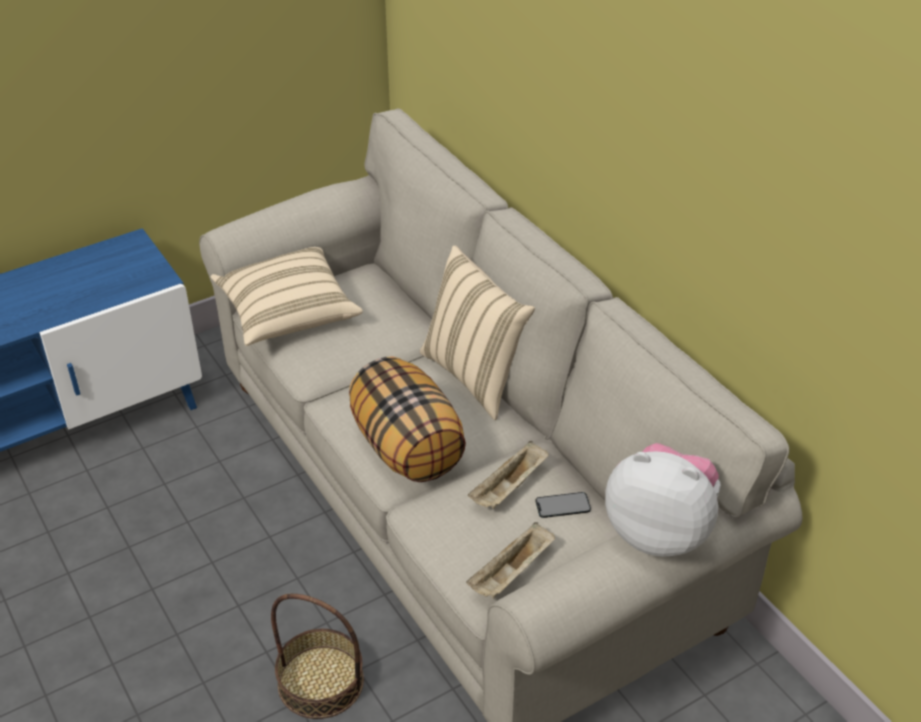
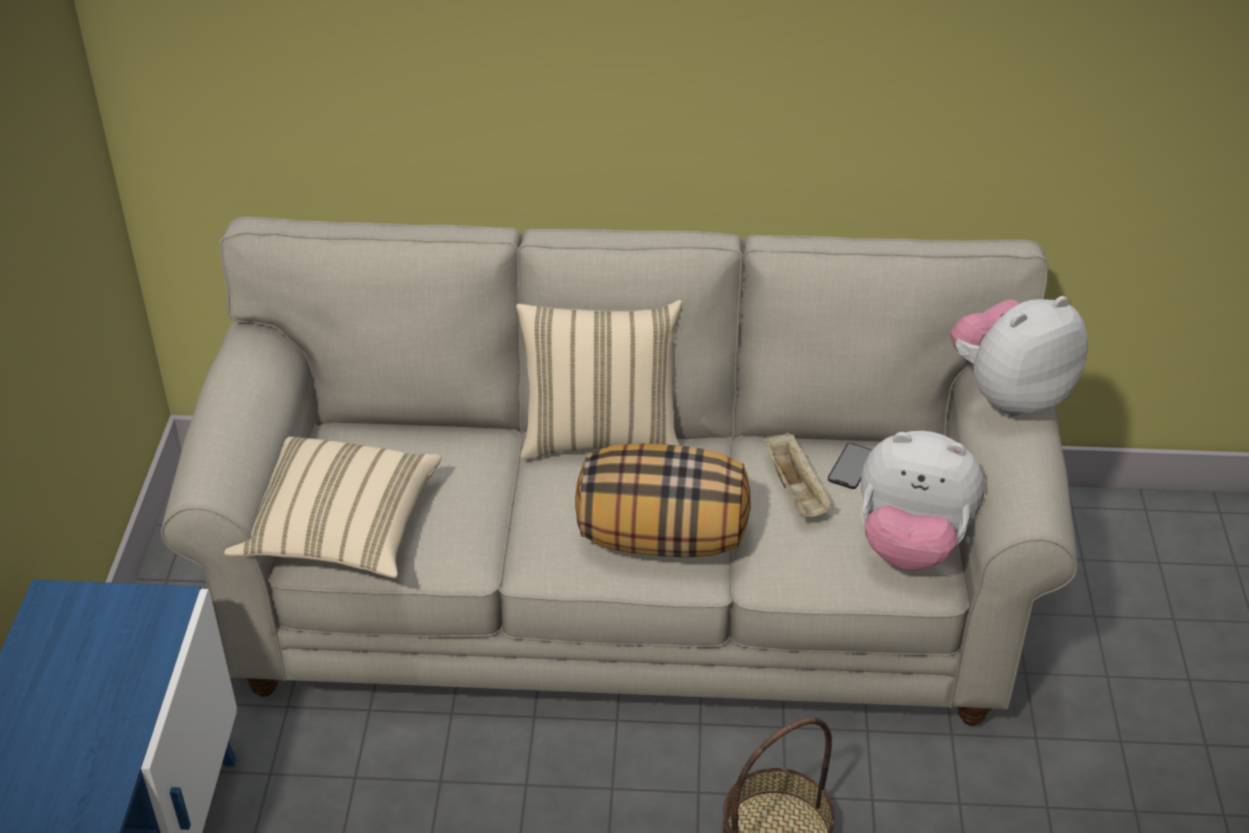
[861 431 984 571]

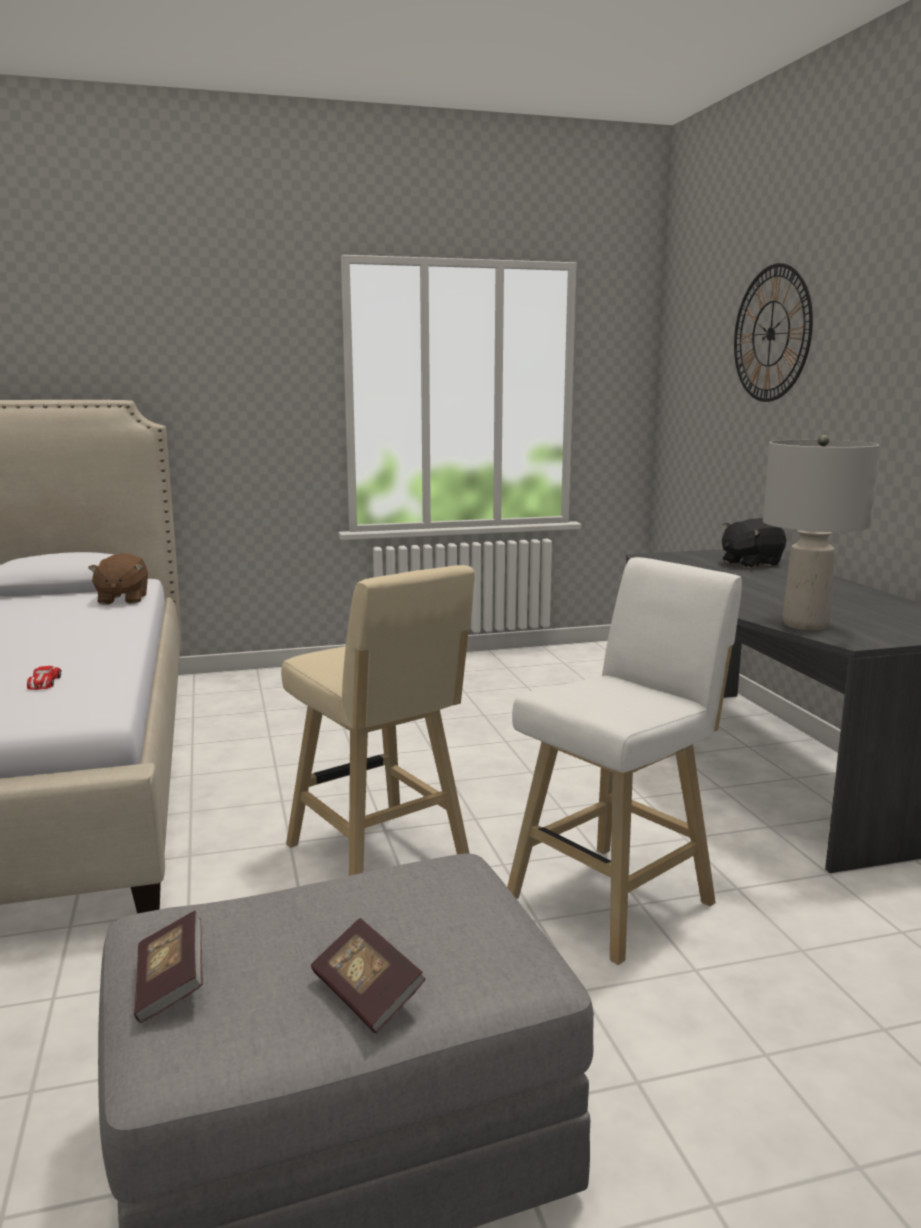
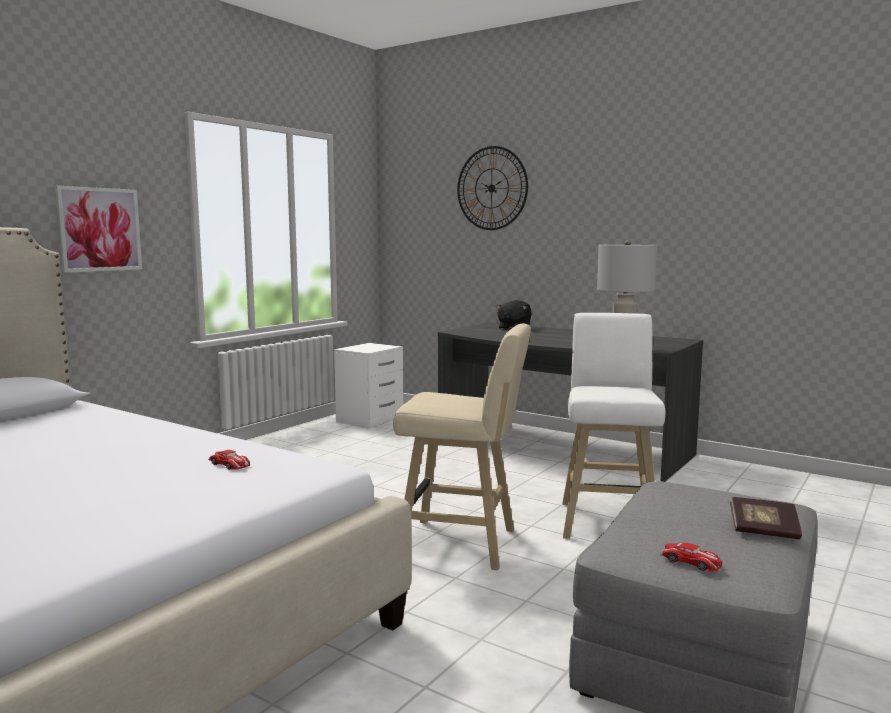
[88 553 148 605] (first image)
[55 186 142 273]
[334 343 403 428]
[660 543 723 571]

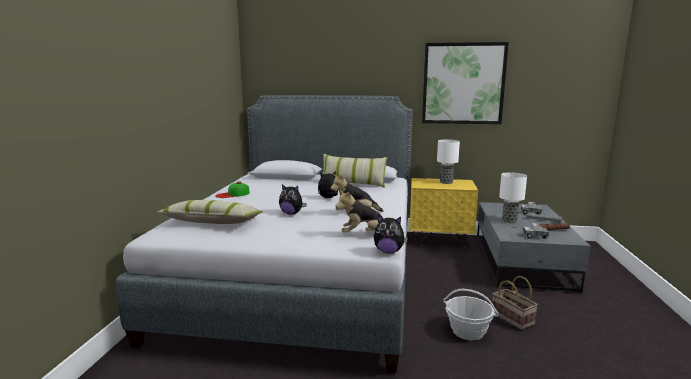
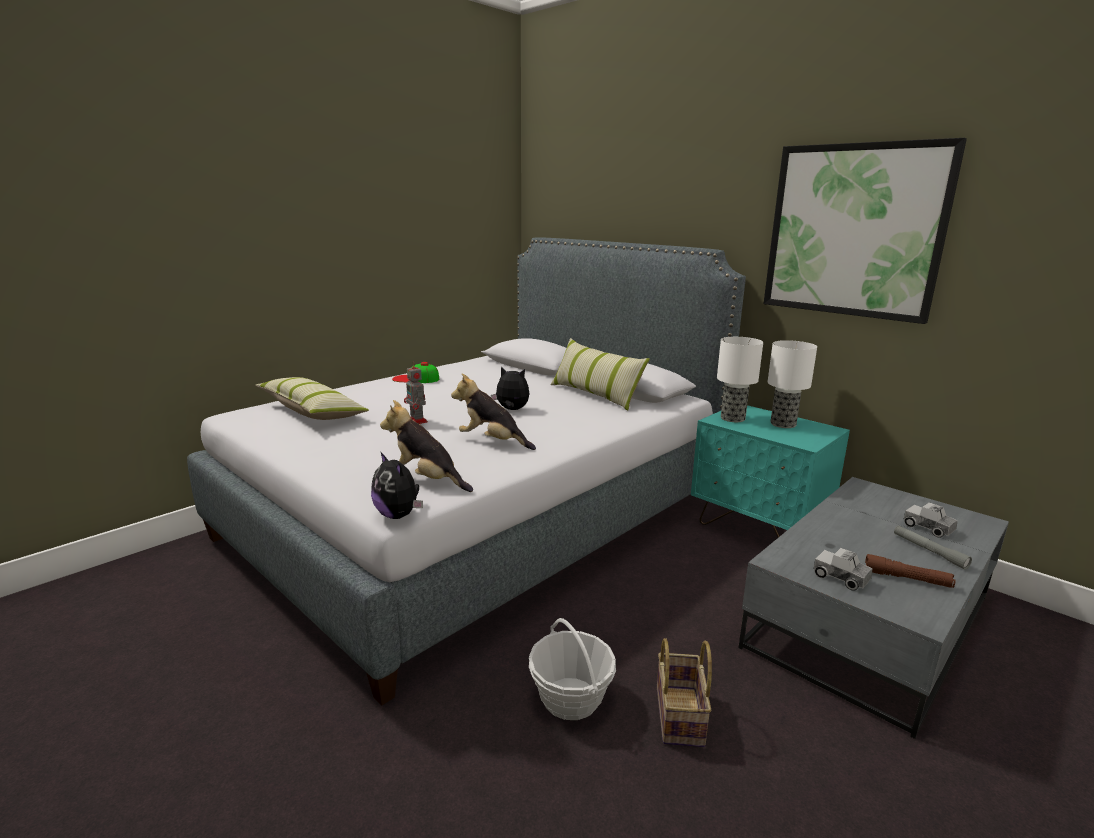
[717 337 763 422]
[404 361 428 424]
[691 405 850 538]

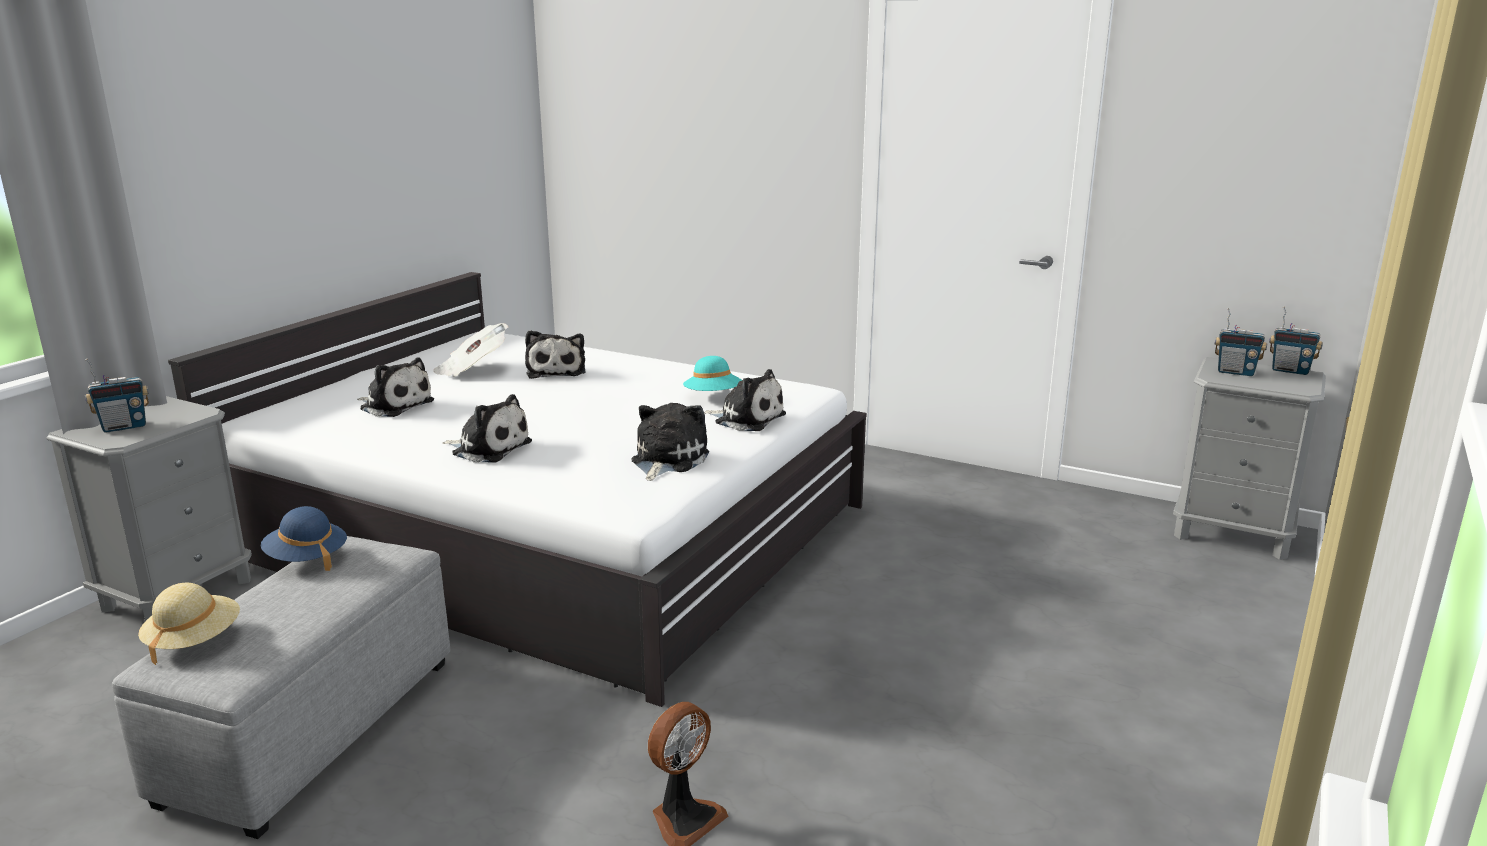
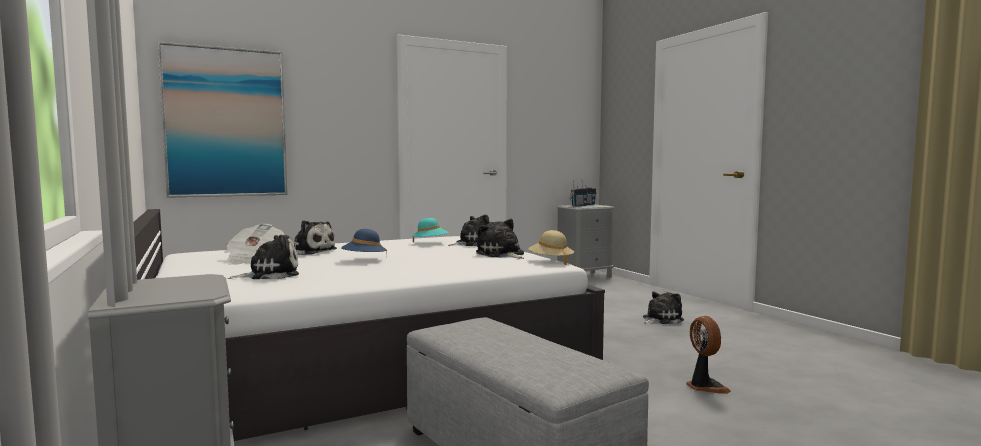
[85 359 149 433] (first image)
[158 42 287 198]
[528 230 574 265]
[341 229 387 253]
[643 292 684 324]

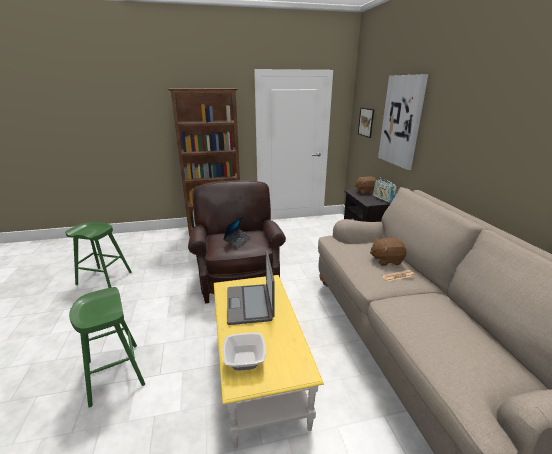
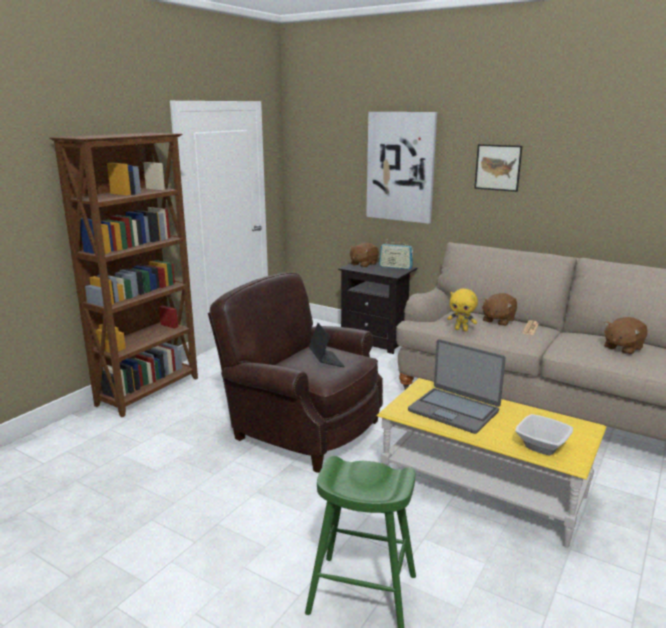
[65 222 132 288] (first image)
[447 289 478 331]
[604 317 647 355]
[474 144 522 192]

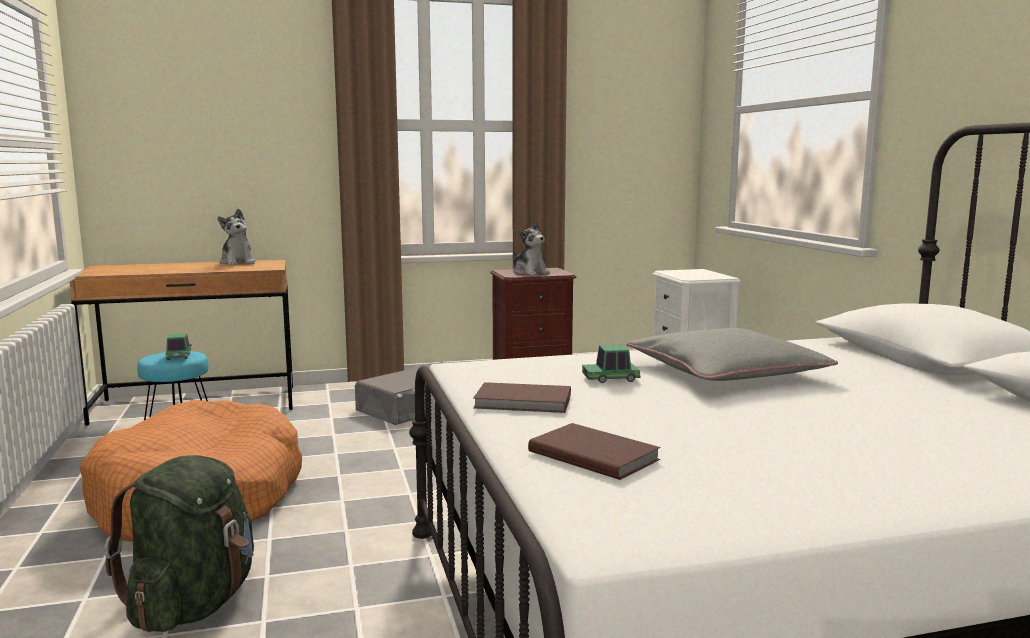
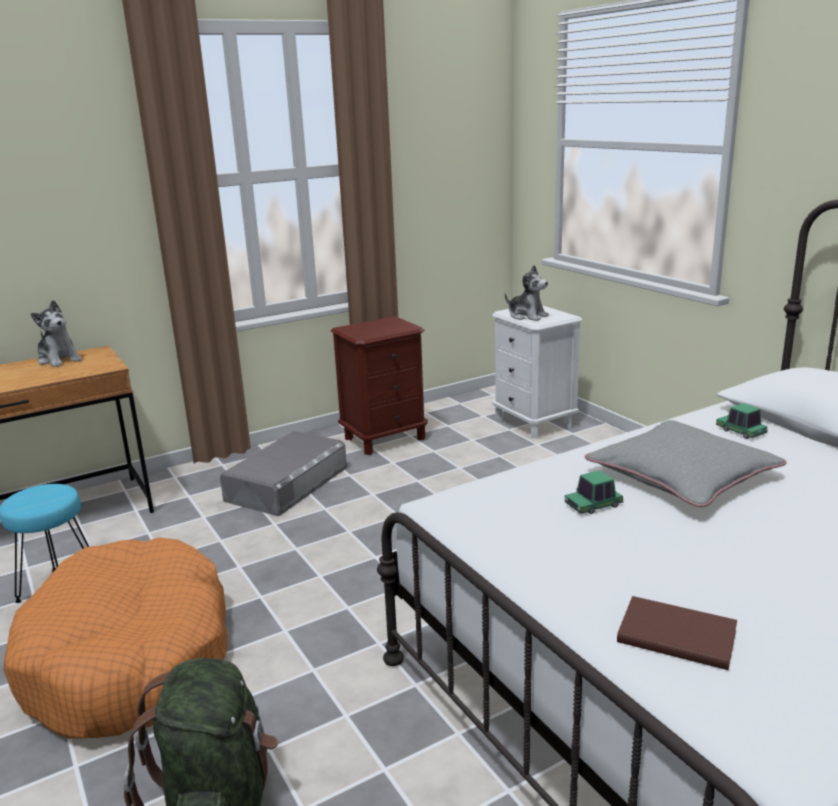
[473 382 571 413] (first image)
[716 403 767 439]
[505 265 549 321]

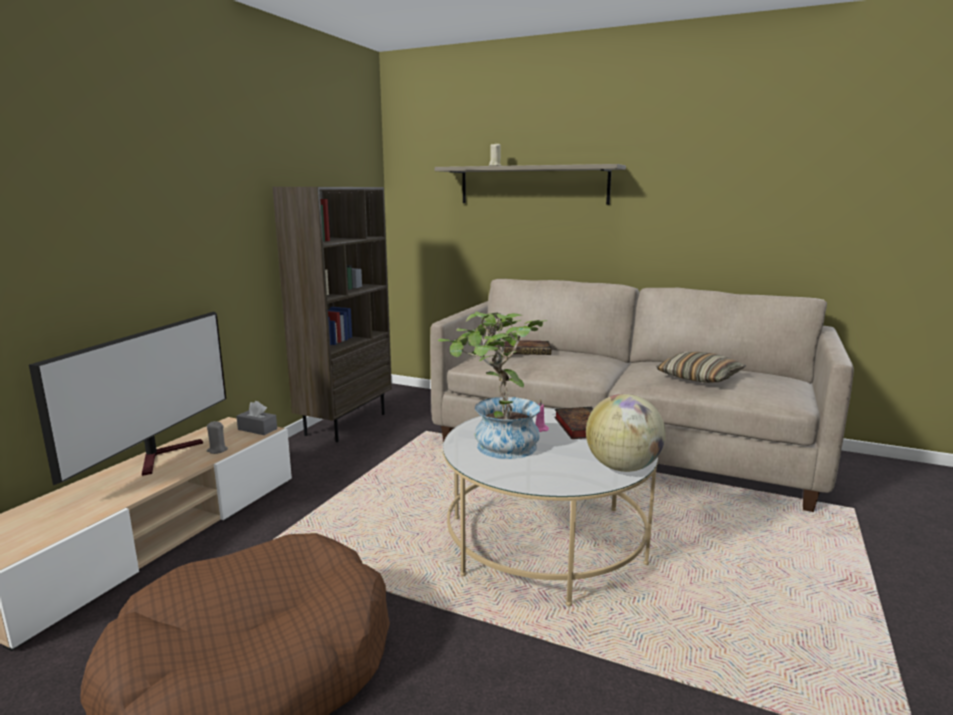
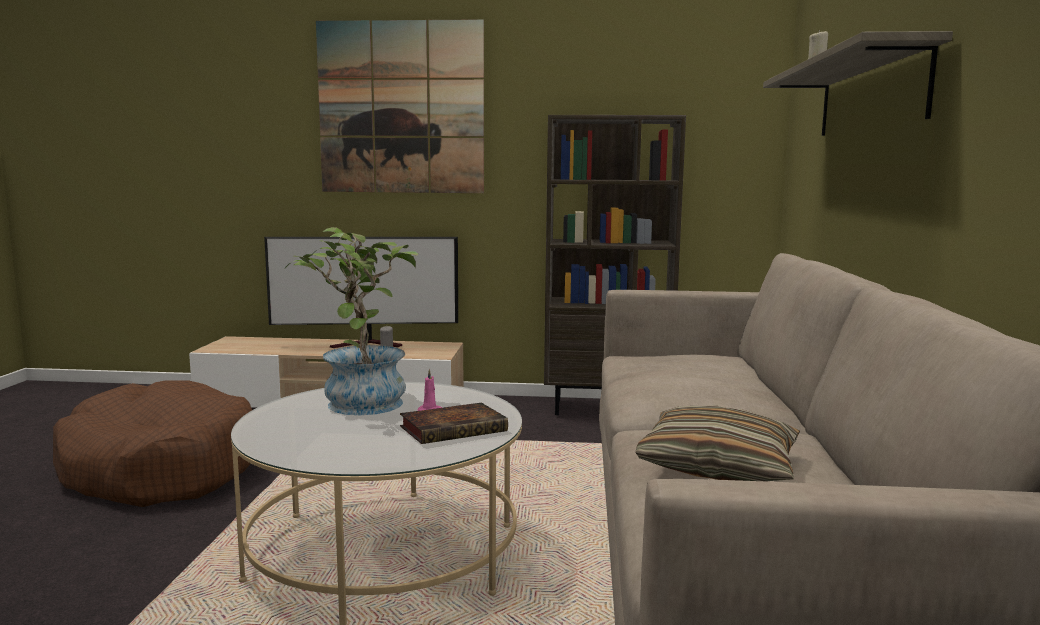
[236 401 277 435] (first image)
[504 340 551 355] (first image)
[586 394 666 472] (first image)
[316 19 484 193]

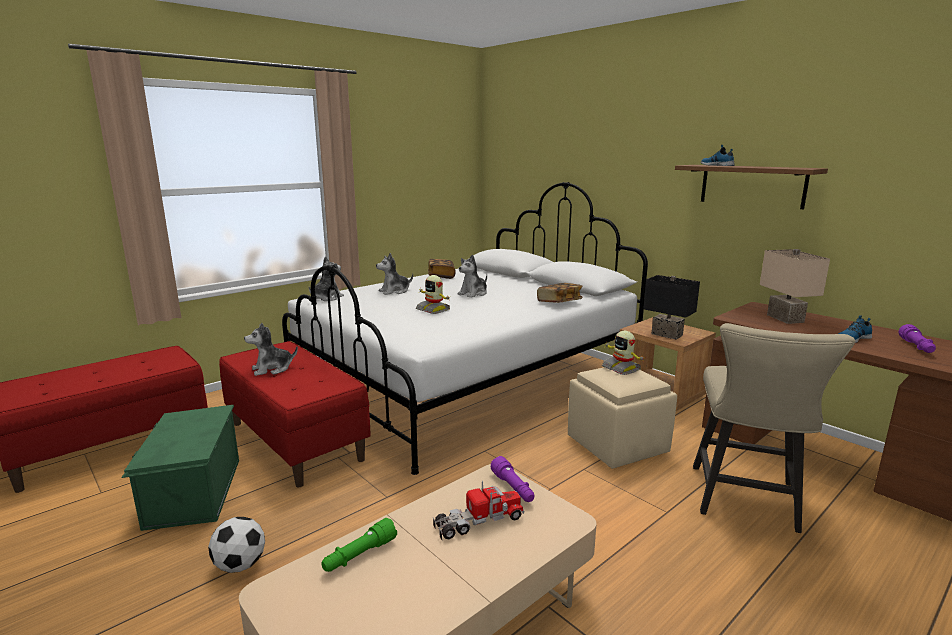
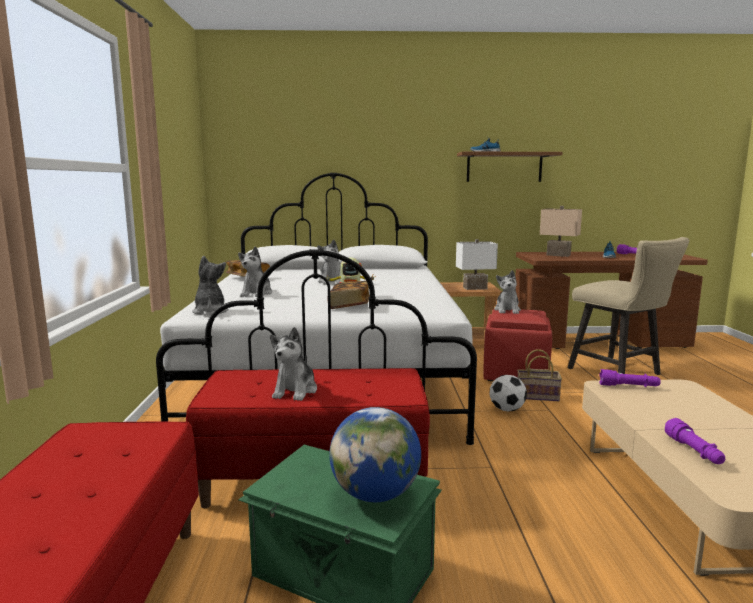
[433 481 524 540] (first image)
[329 407 421 502]
[517 349 562 401]
[489 375 527 412]
[327 281 370 309]
[494 270 521 314]
[665 418 725 464]
[484 309 552 381]
[456 239 498 290]

